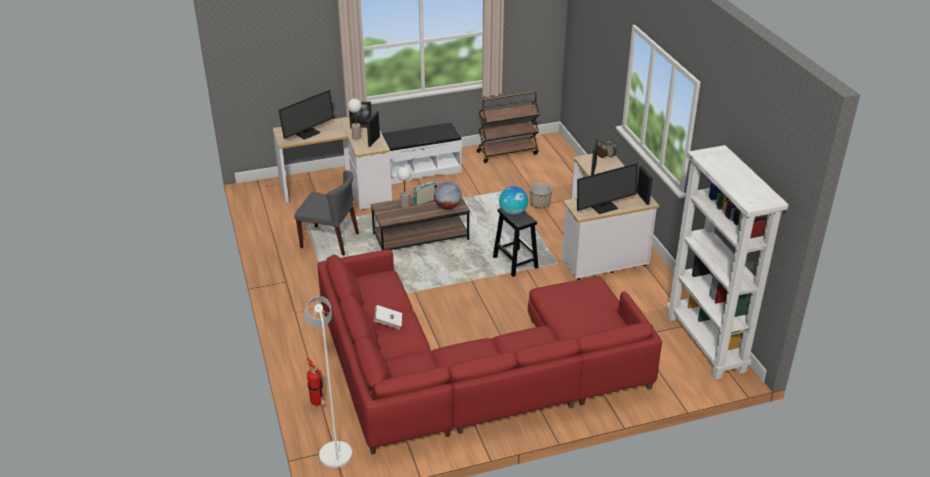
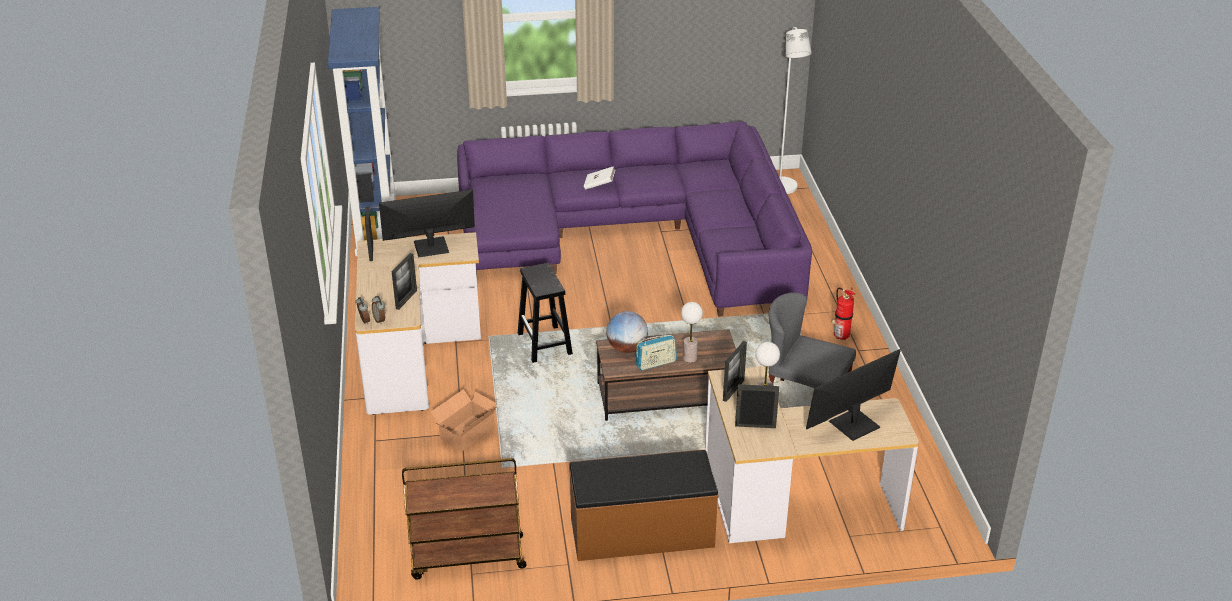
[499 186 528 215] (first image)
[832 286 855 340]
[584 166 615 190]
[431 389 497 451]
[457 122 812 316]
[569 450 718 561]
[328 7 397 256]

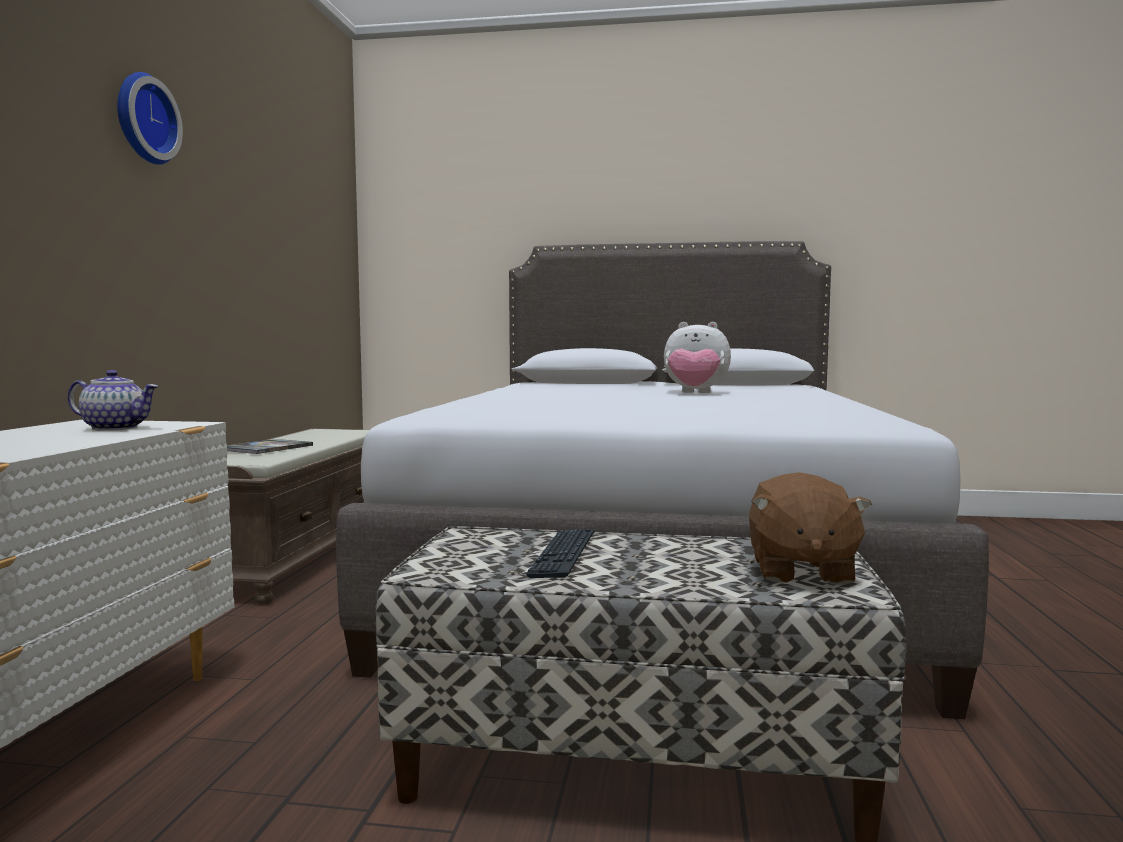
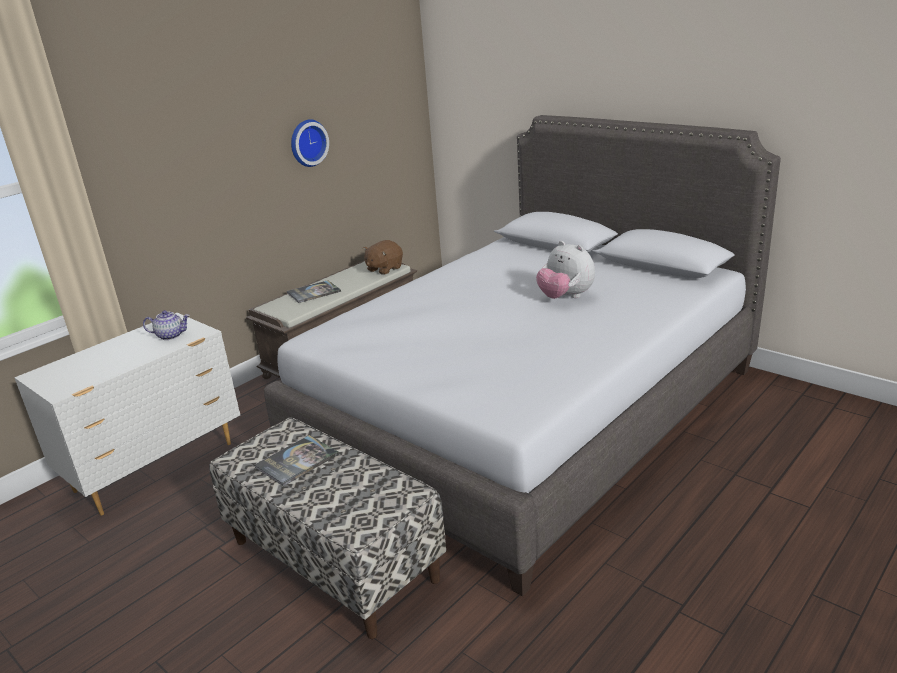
[291 119 329 167]
[363 240 403 275]
[255 435 339 486]
[143 310 190 340]

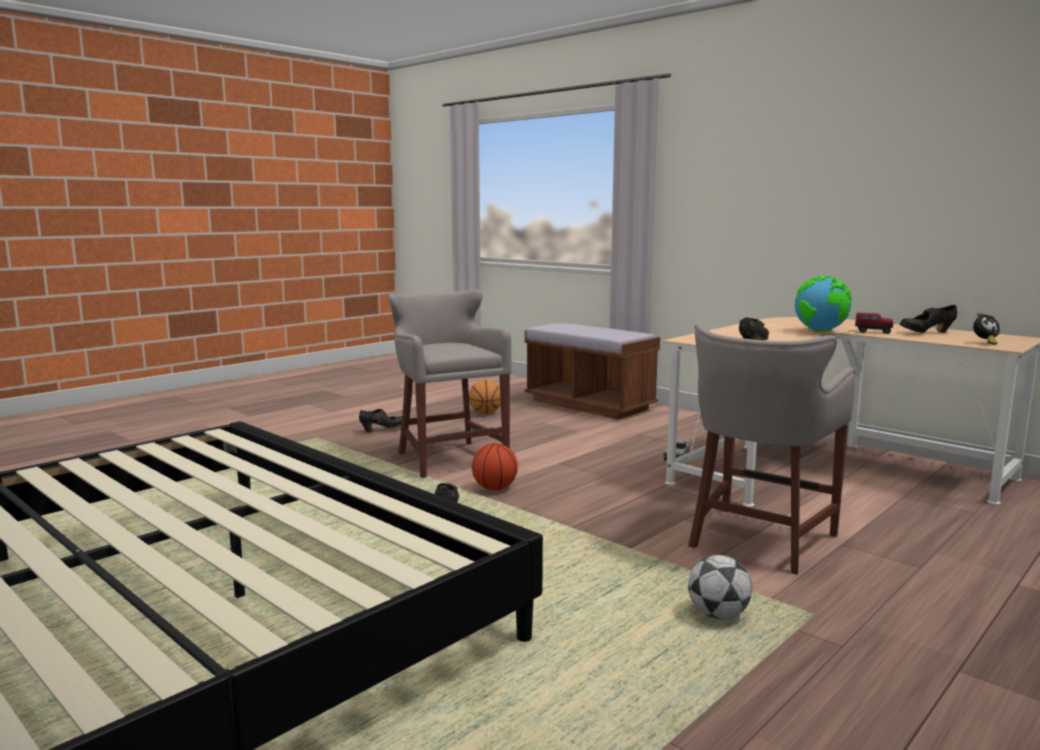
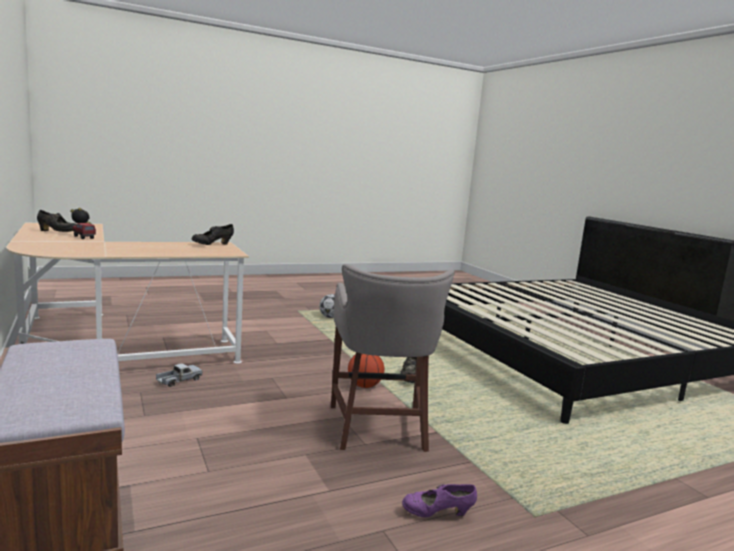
[469 380 501 414] (first image)
[688 324 855 575] (first image)
[795 276 852 332] (first image)
[402 484 477 518]

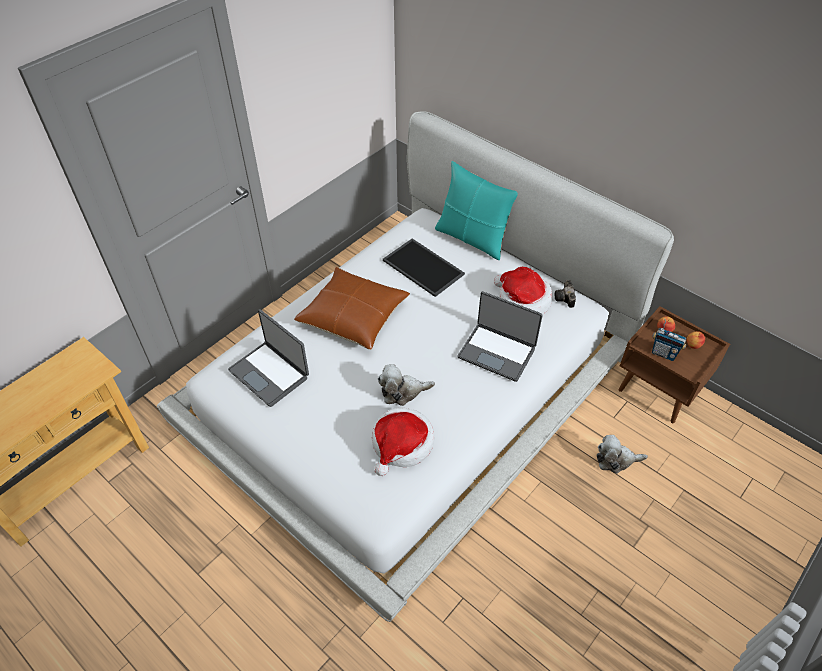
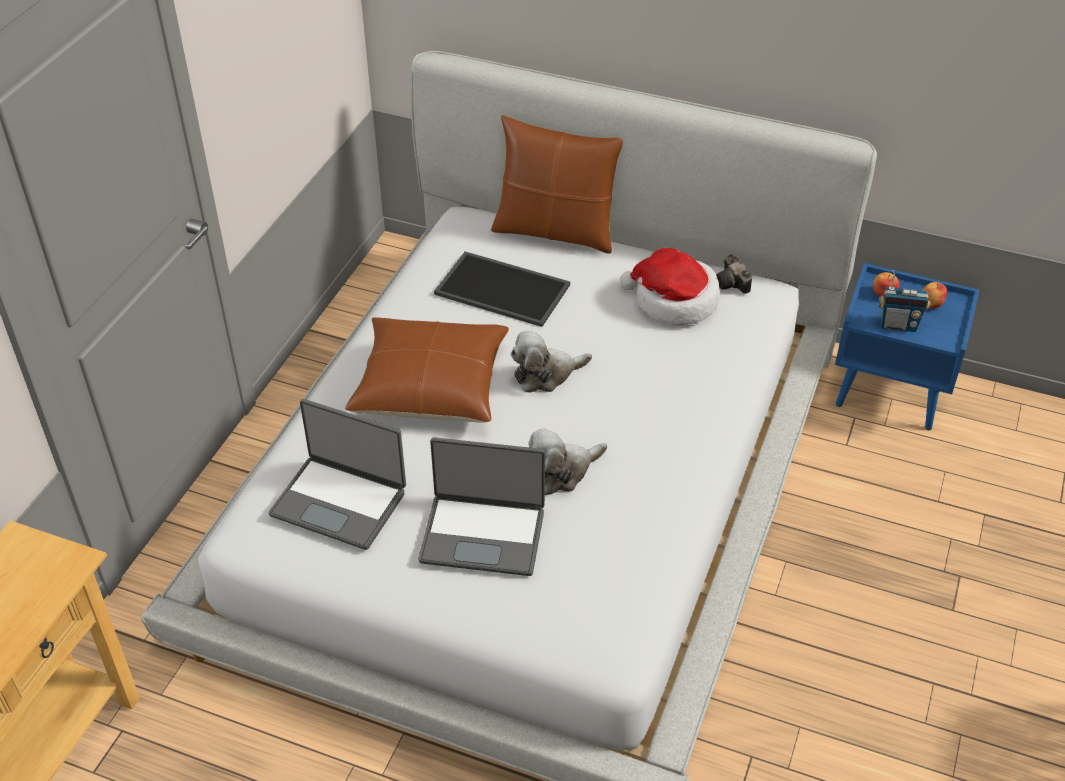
[372 408 434 476] (first image)
[418 437 545 576]
[510 330 592 392]
[491 115 623 254]
[835 263 980 430]

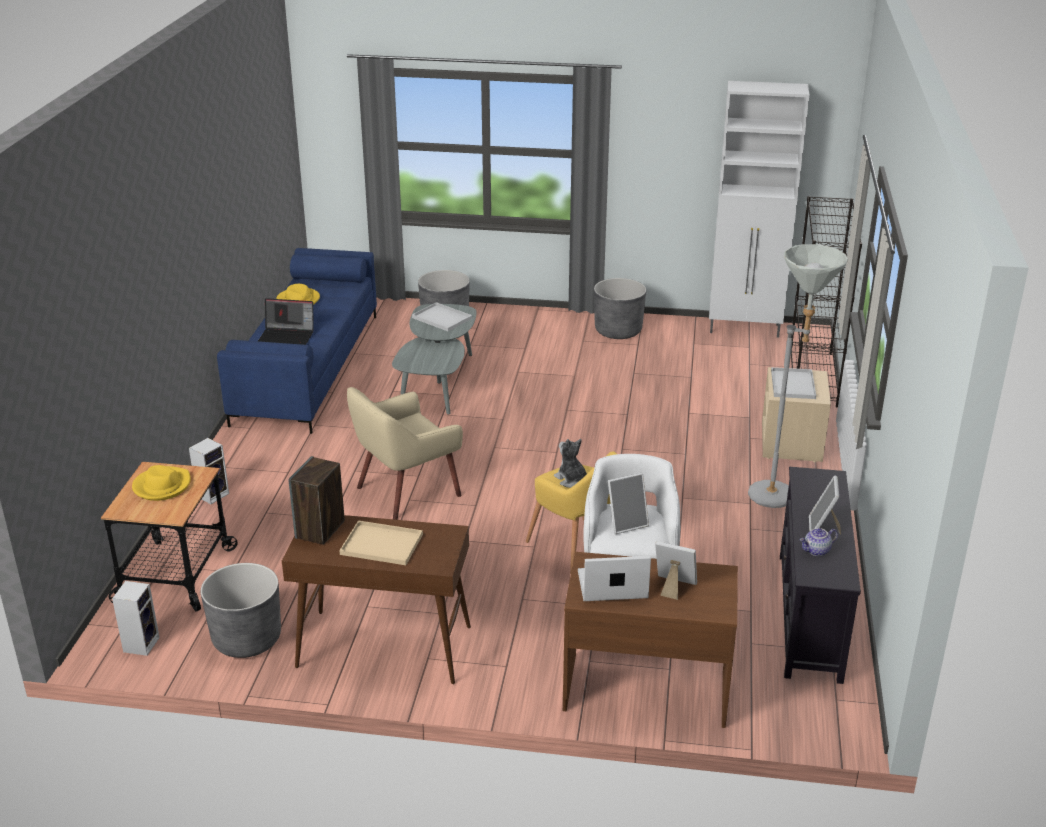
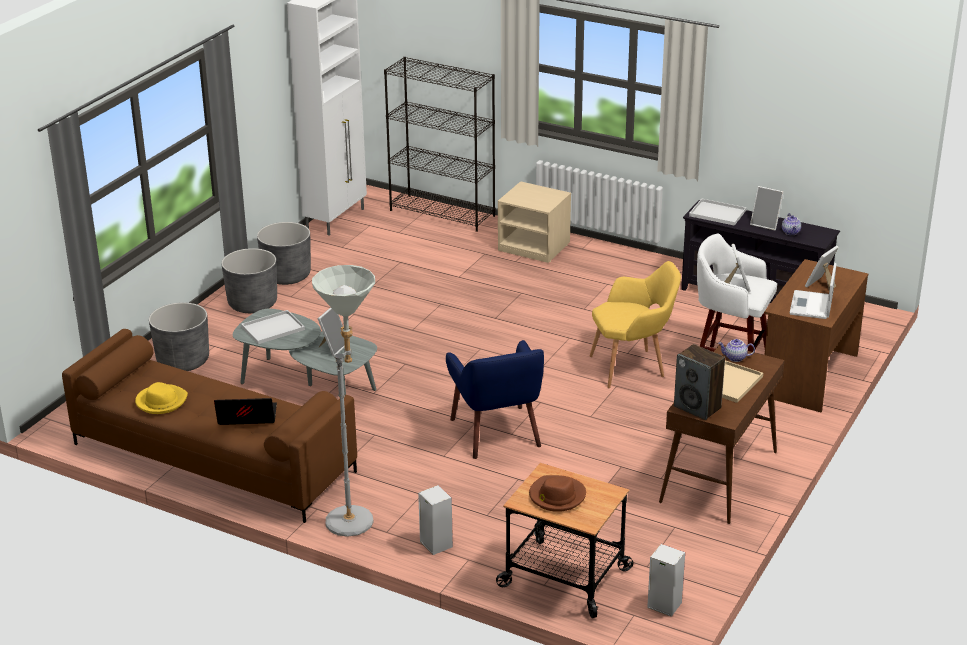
[554 439 587 488] (first image)
[318 307 345 356]
[718 339 755 362]
[221 248 277 313]
[312 265 375 537]
[689 198 746 226]
[529 475 586 512]
[62 329 357 523]
[446 340 544 459]
[214 398 277 425]

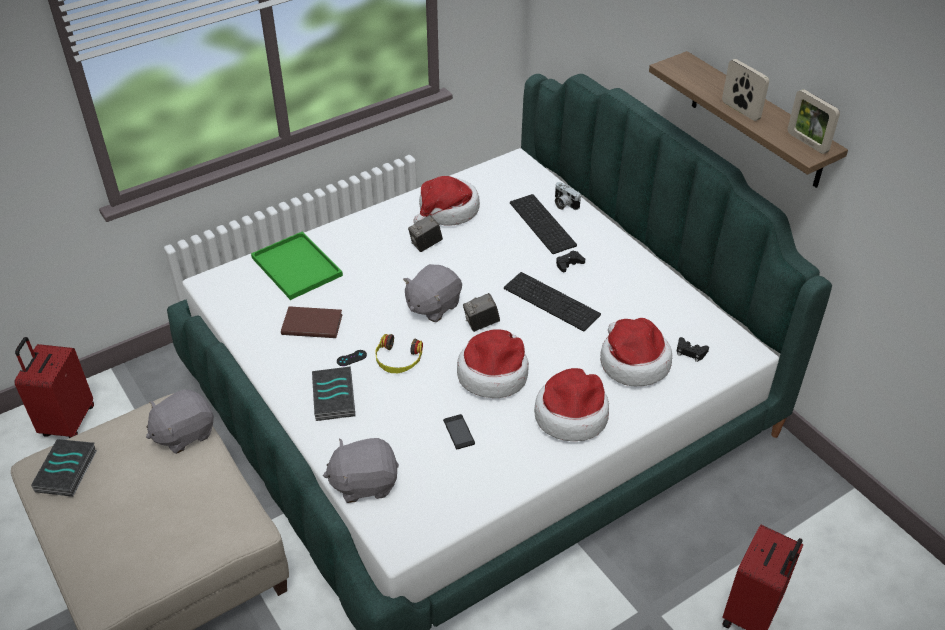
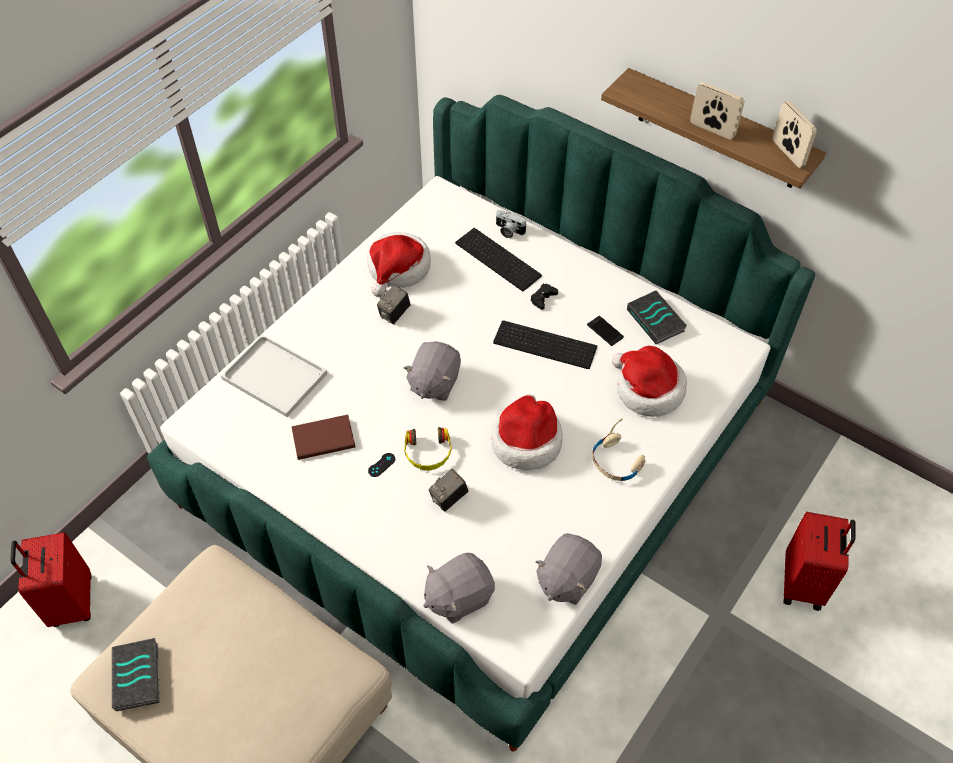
[677 337 709 362] (first image)
[535 533 602 605]
[627 291 687 344]
[587 316 624 346]
[429 469 468 512]
[592 418 646 481]
[221 334 328 417]
[773 101 817 168]

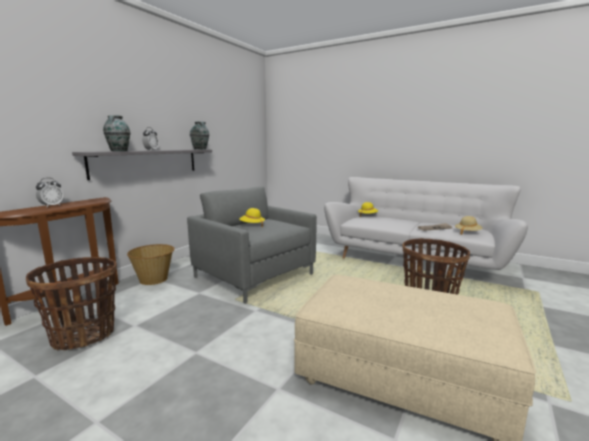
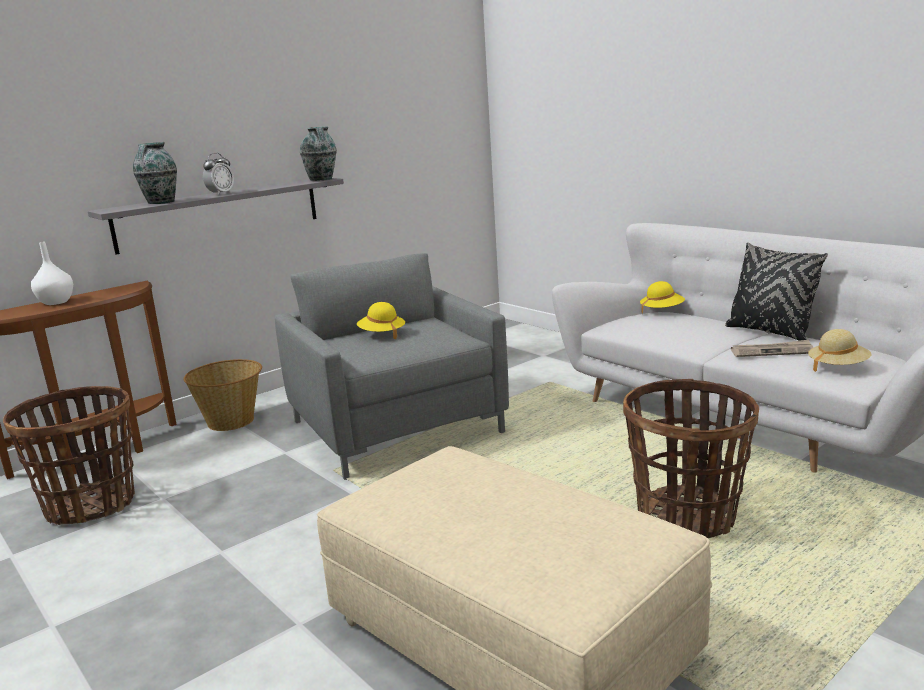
[725 242 828 341]
[31 242 73 305]

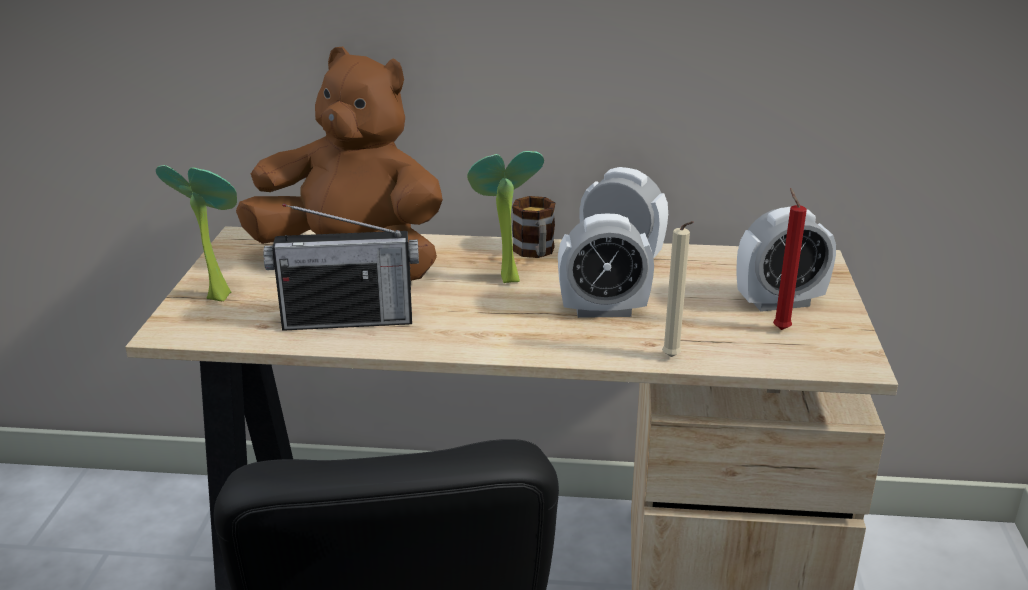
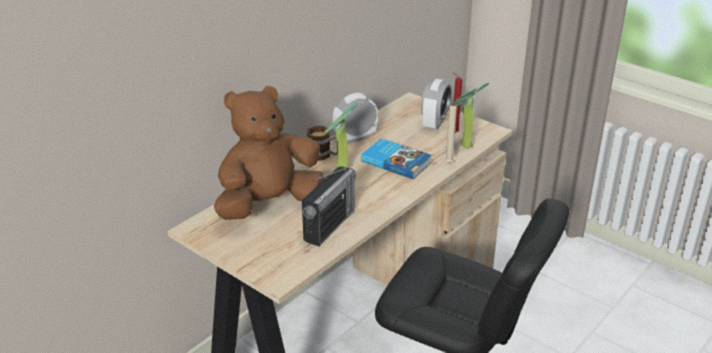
[450 82 489 149]
[361 139 432 179]

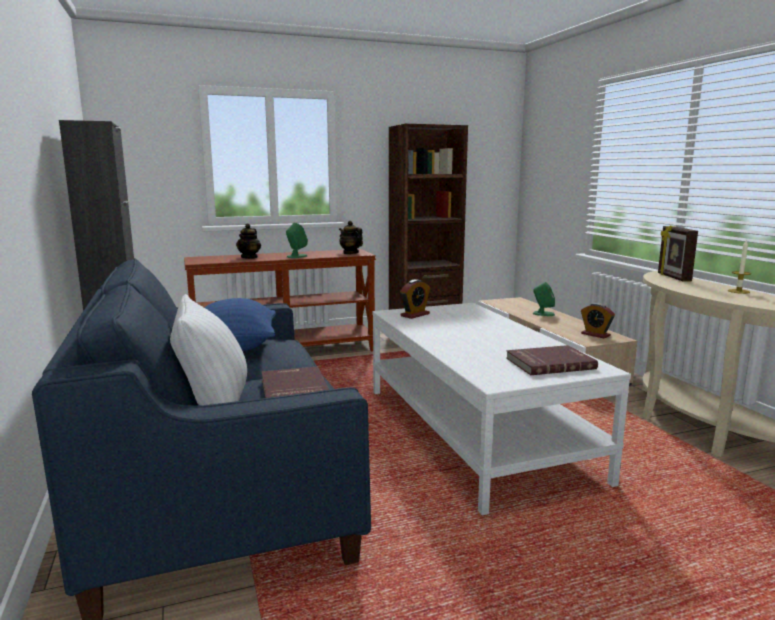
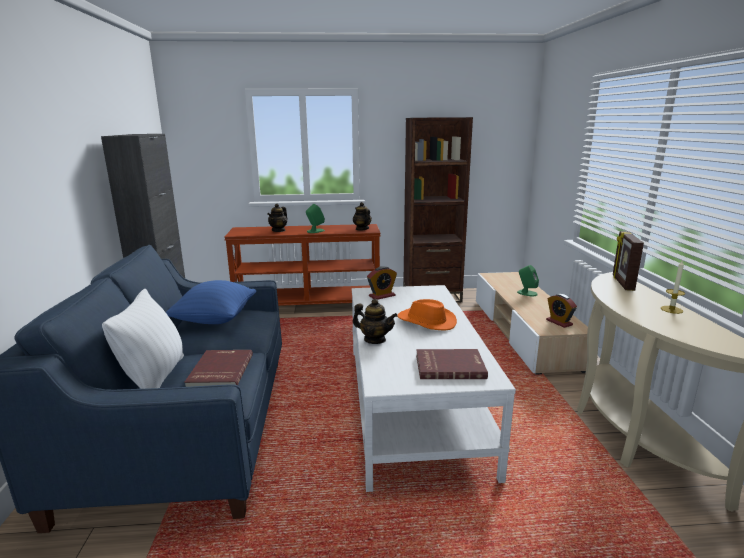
[353 299 397 344]
[397 299 457 330]

